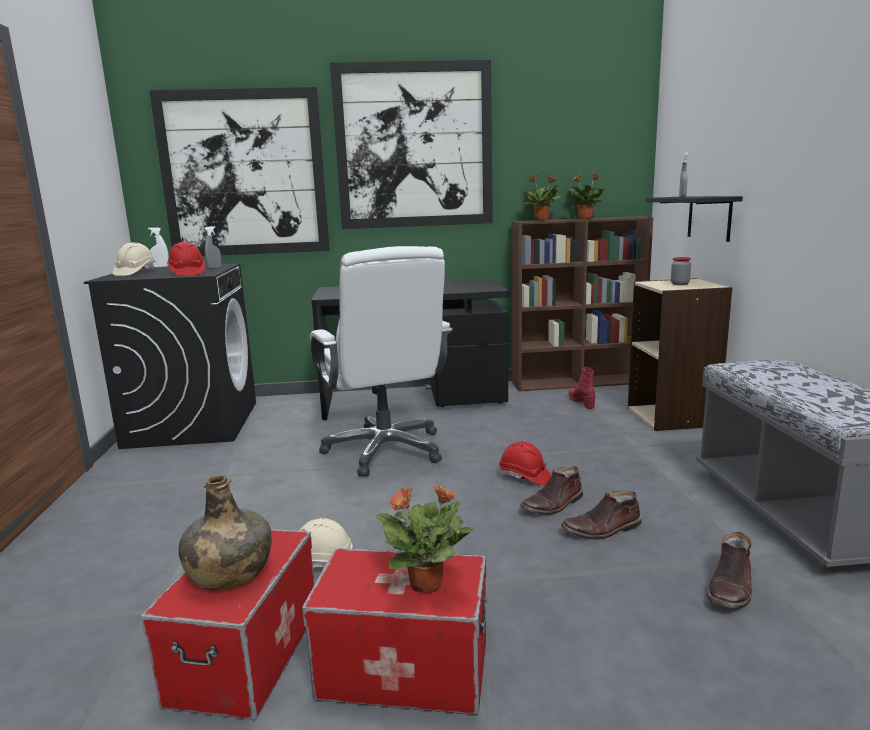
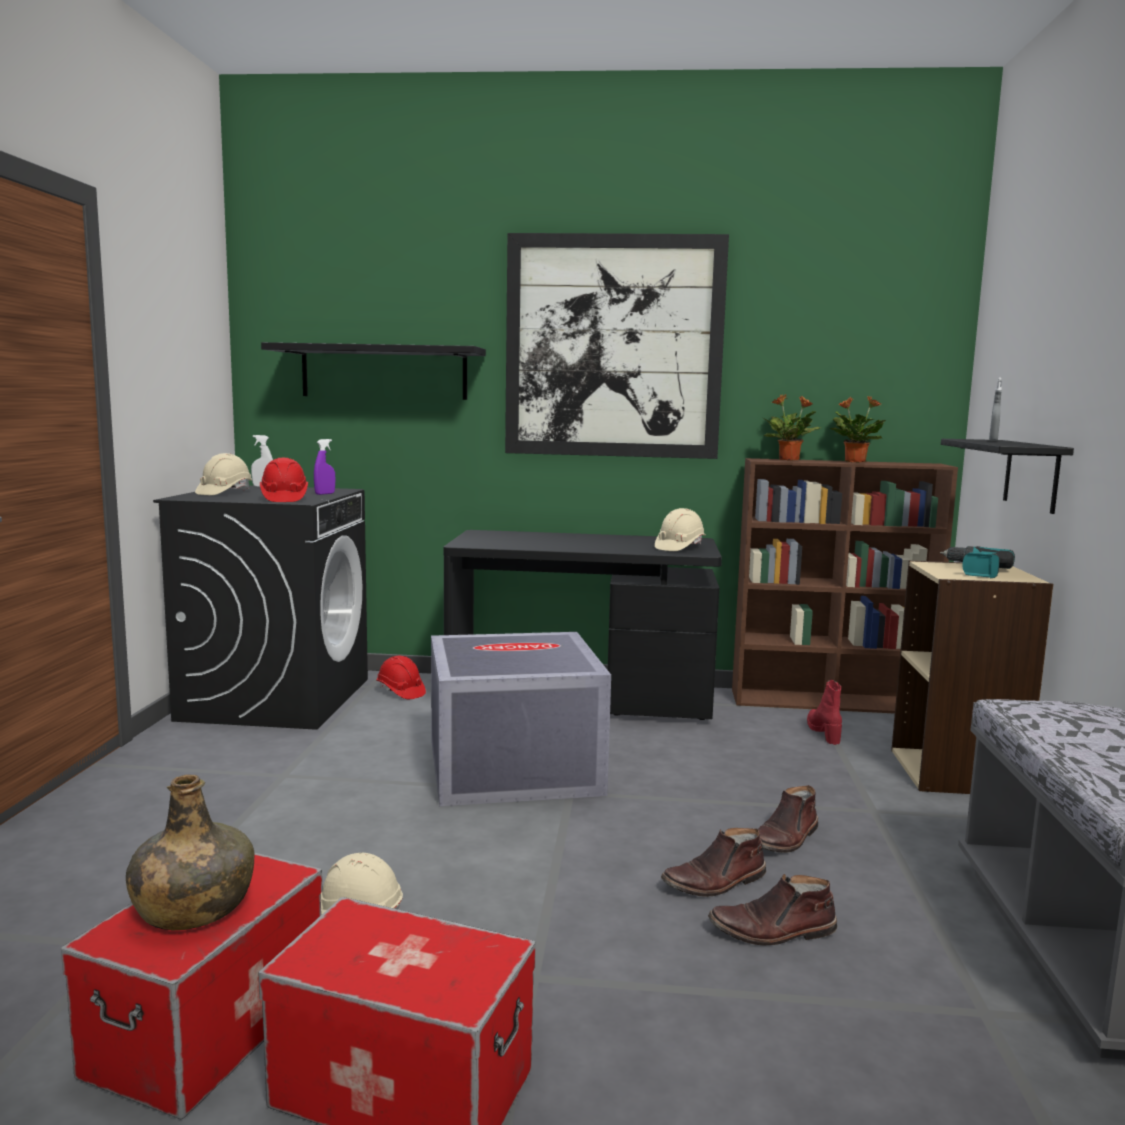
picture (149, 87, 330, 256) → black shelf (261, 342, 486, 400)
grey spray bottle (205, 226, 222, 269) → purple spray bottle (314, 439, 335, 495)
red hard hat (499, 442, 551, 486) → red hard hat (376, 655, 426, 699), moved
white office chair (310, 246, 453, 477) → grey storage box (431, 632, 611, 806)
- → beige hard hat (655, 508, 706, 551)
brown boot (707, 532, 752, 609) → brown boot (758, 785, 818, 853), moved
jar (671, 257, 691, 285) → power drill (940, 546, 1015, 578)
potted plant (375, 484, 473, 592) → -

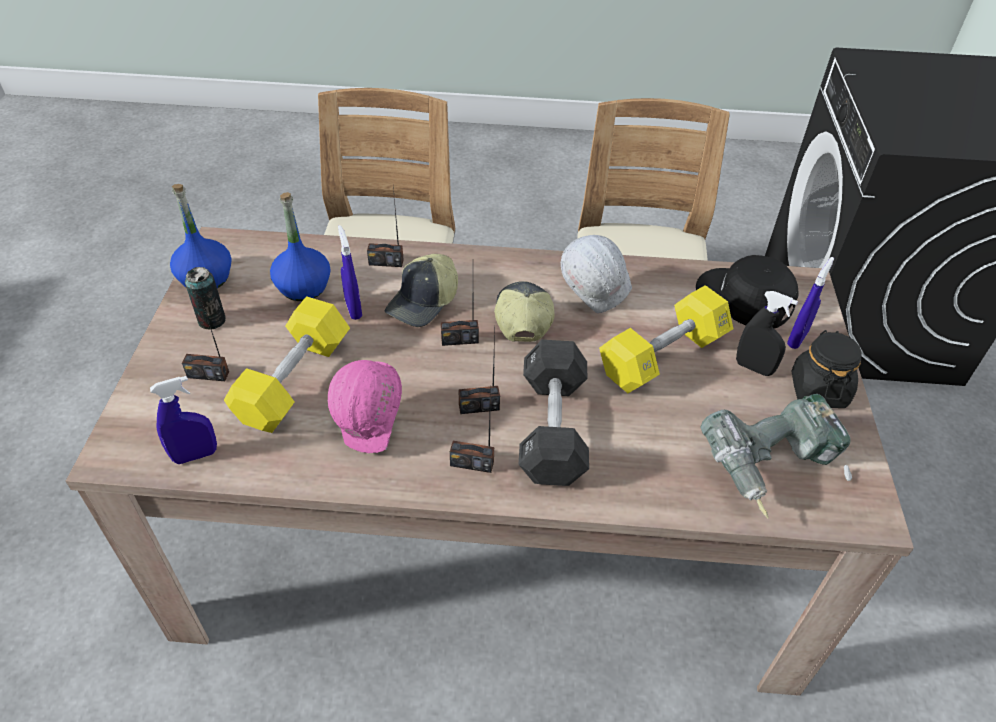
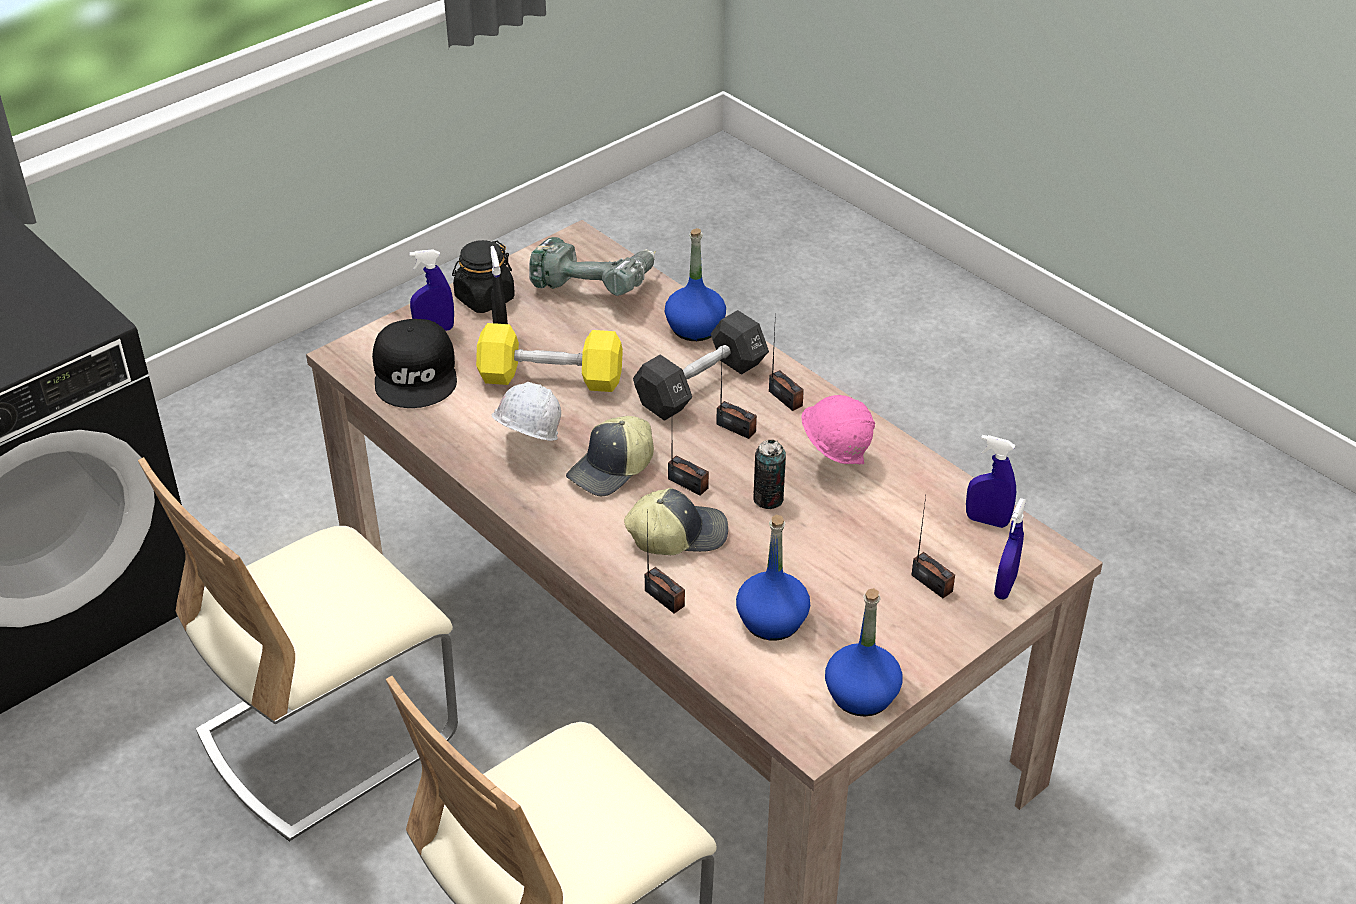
- → blue bottle (665, 228, 726, 341)
can (185, 267, 226, 330) → can (753, 439, 786, 509), moved
blue spray bottle (338, 225, 362, 320) → blue spray bottle (994, 498, 1026, 599), moved
yellow dumbbell (224, 296, 350, 433) → -

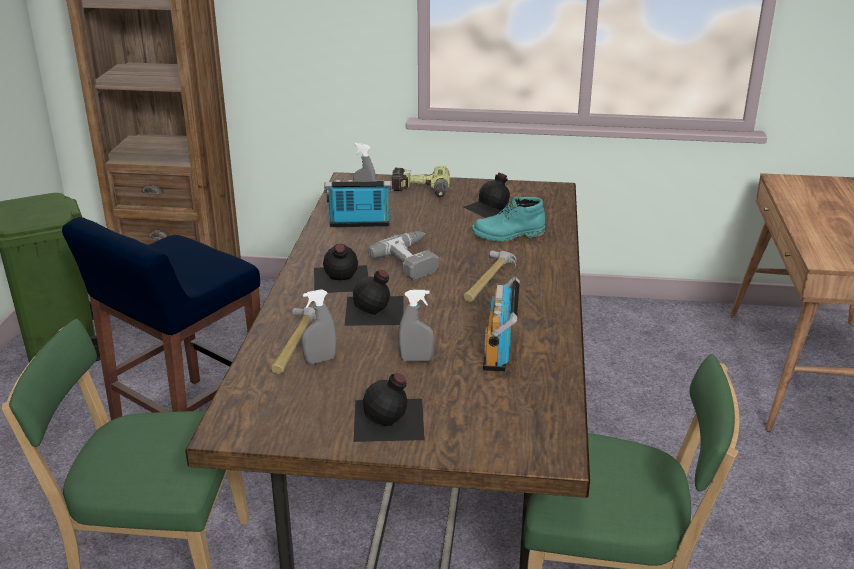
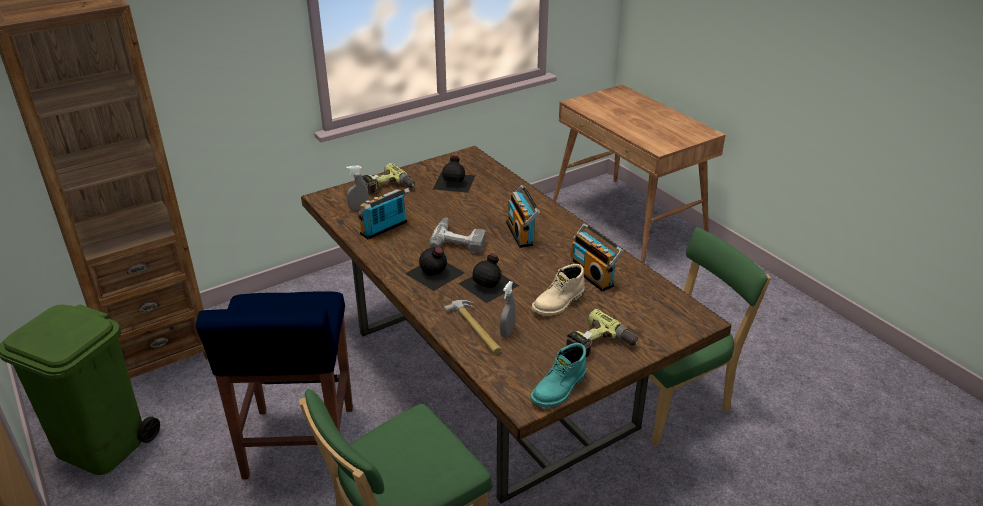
hammer (463, 251, 516, 302) → radio (506, 185, 540, 248)
turquoise boot (472, 197, 546, 241) → turquoise boot (530, 343, 586, 407), moved
grey spray bottle (398, 290, 434, 361) → beige boot (532, 264, 584, 316)
black bottle (354, 373, 425, 442) → power drill (566, 309, 638, 357)

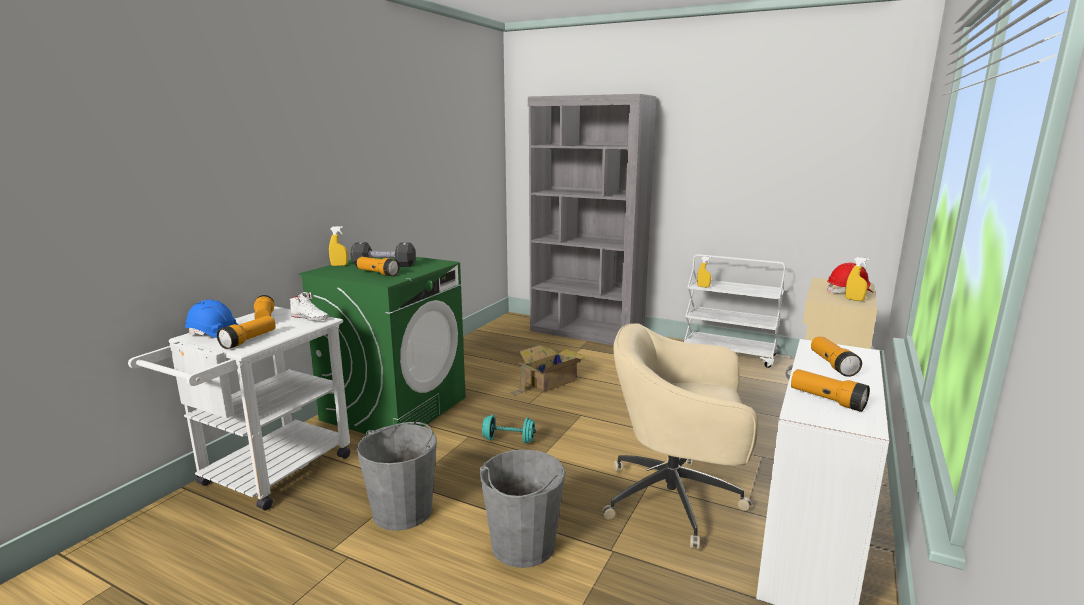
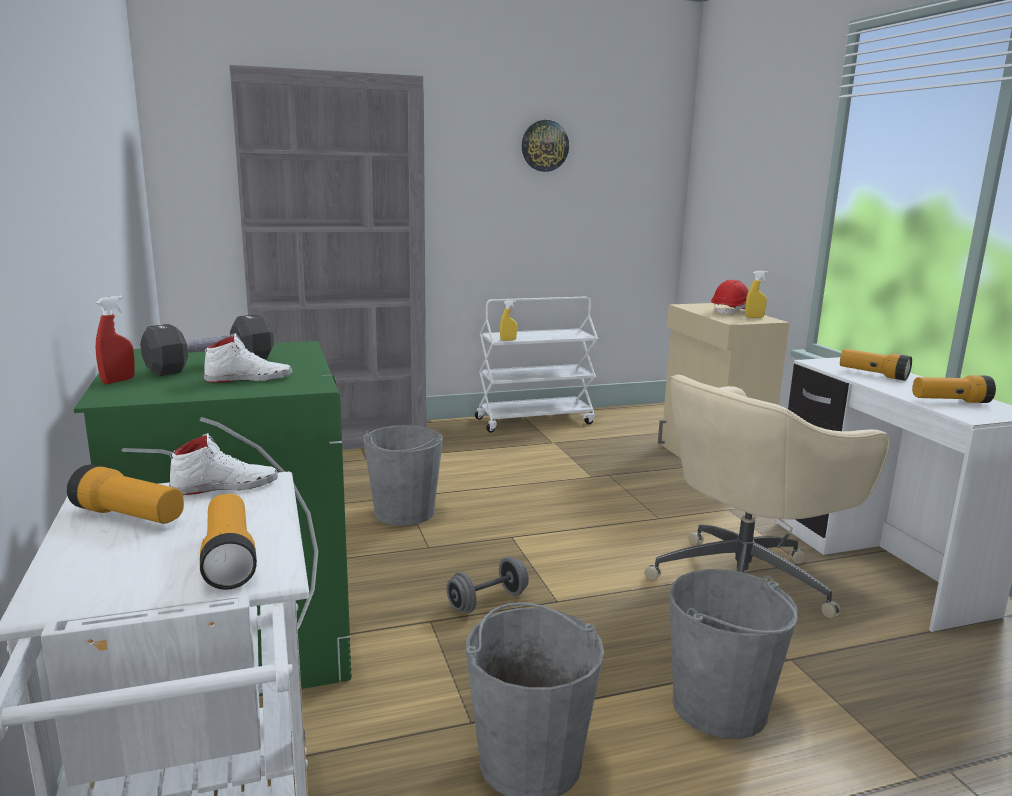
yellow spray bottle (329, 226, 348, 266) → red spray bottle (96, 296, 135, 384)
flashlight (357, 257, 400, 276) → white shoe (204, 333, 292, 383)
cardboard box (510, 345, 586, 396) → grey bucket (363, 425, 443, 526)
turquoise dumbbell (482, 415, 536, 444) → grey dumbbell (447, 557, 529, 613)
- → wall clock (522, 120, 569, 172)
blue hard hat (185, 300, 239, 338) → -

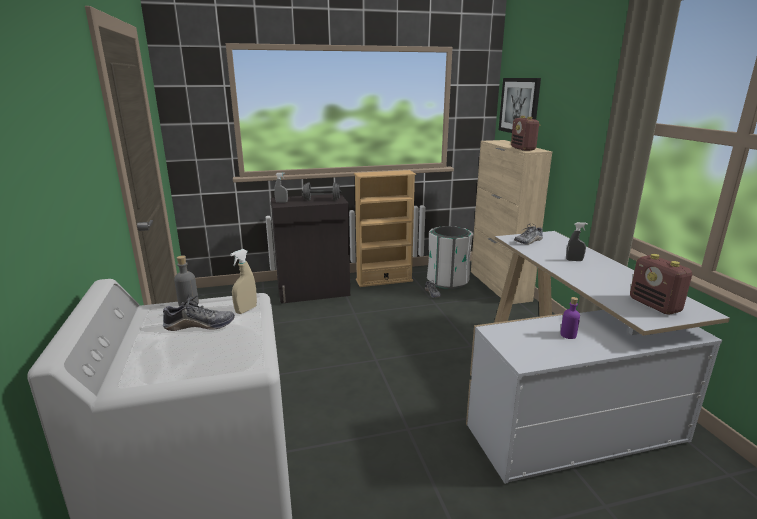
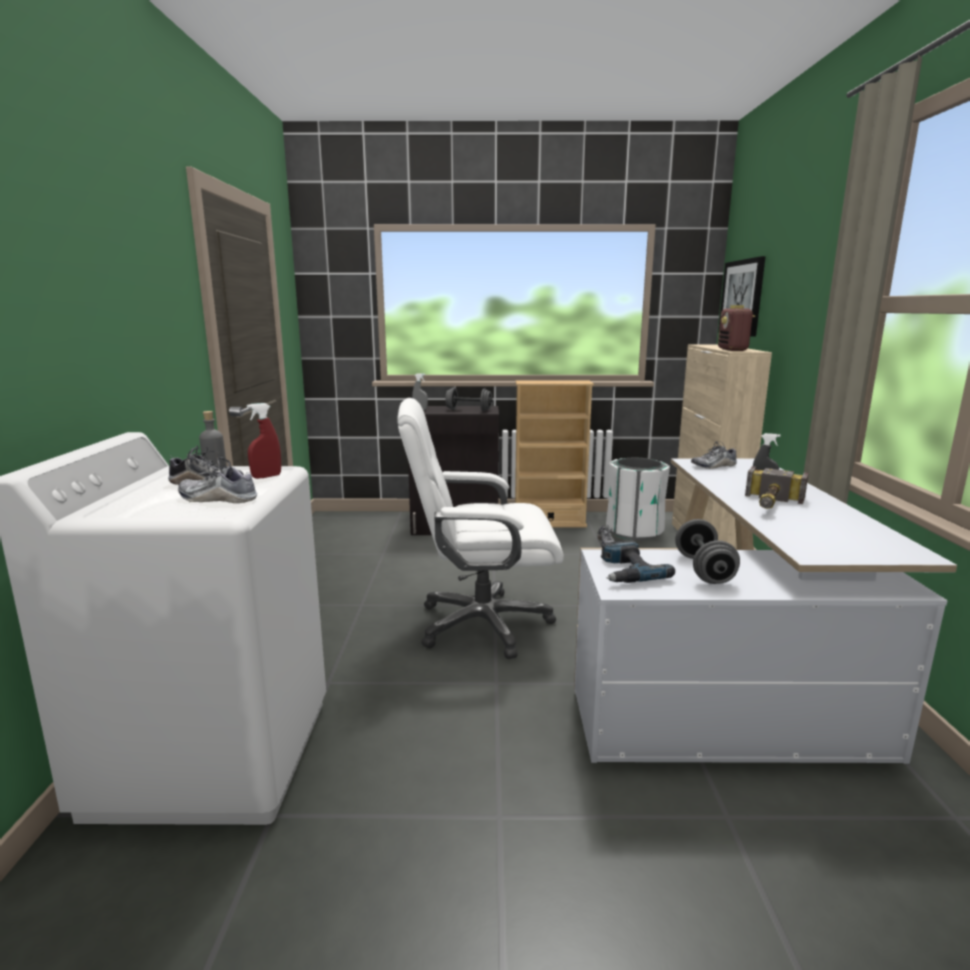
- → shoe (178, 457, 257, 503)
beige spray bottle (230, 249, 257, 314) → red spray bottle (247, 403, 281, 479)
- → white office chair (397, 398, 564, 659)
- → power drill (601, 540, 675, 583)
purple bottle (560, 297, 580, 339) → grey dumbbell (675, 519, 740, 584)
- → hammer (745, 466, 809, 509)
radio (630, 254, 692, 315) → -

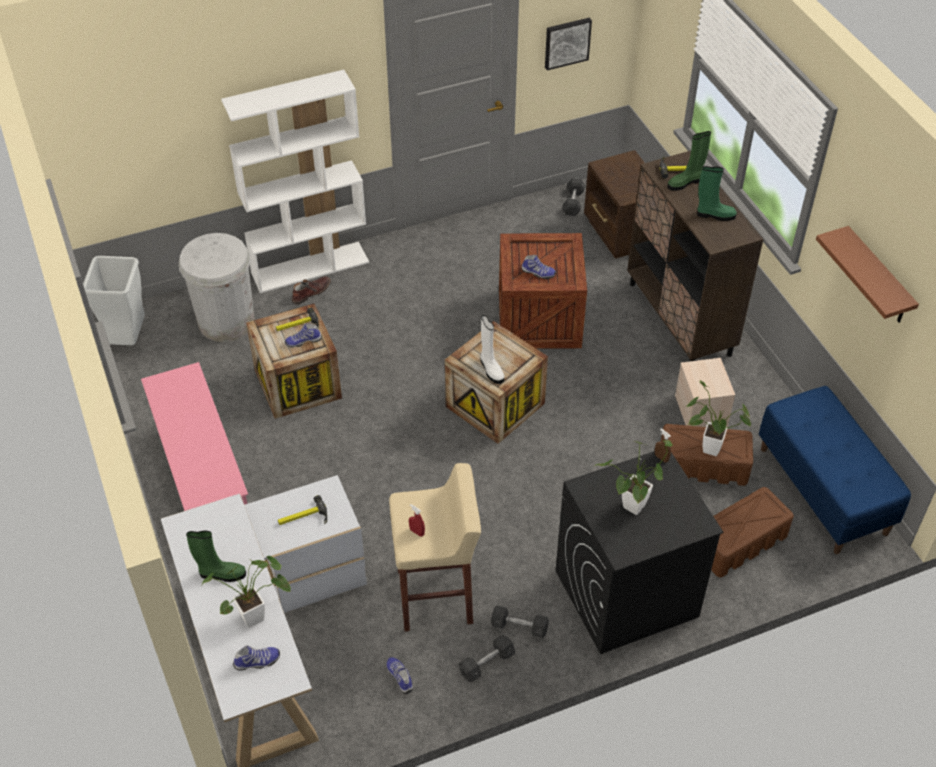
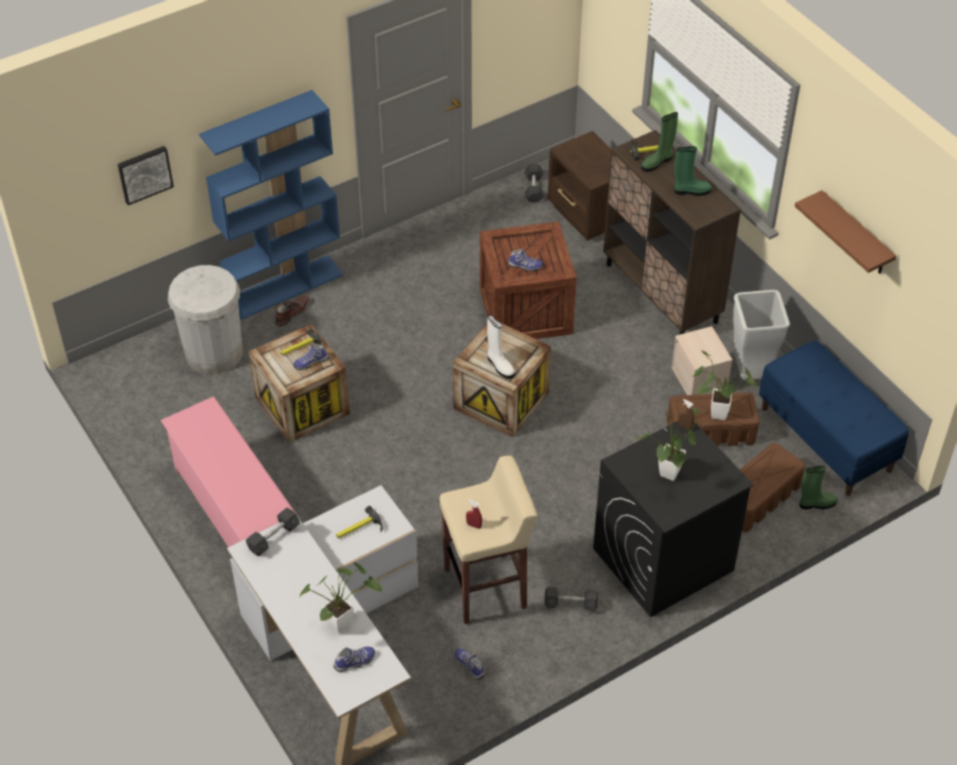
picture (545, 18, 592, 70) → picture (118, 146, 174, 205), moved
white bookcase (221, 70, 369, 293) → blue bookcase (199, 90, 343, 320)
grey dumbbell (459, 635, 515, 682) → grey dumbbell (246, 508, 300, 556), moved
grey trash can (83, 256, 145, 345) → grey trash can (733, 290, 790, 380), moved
green boot (186, 531, 246, 582) → green boot (800, 466, 838, 509), moved

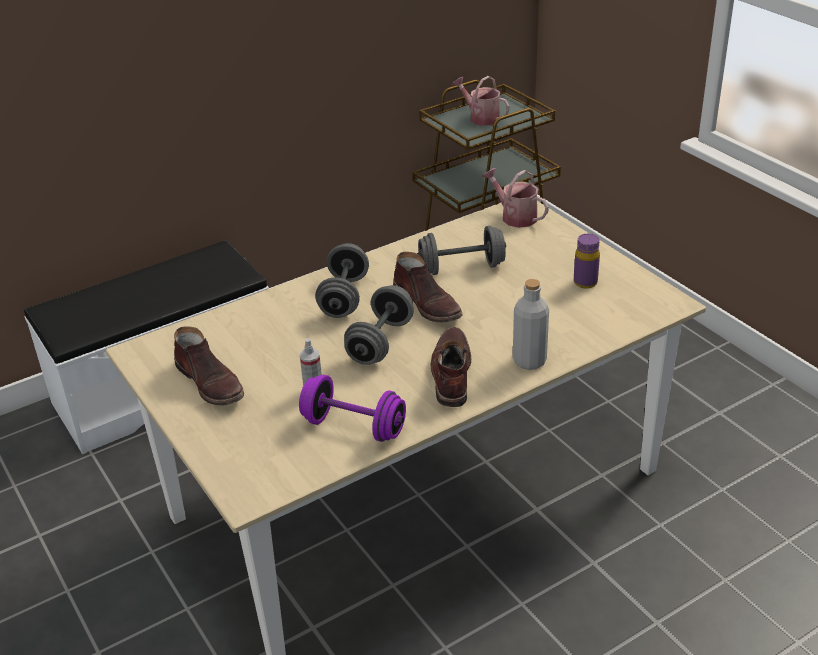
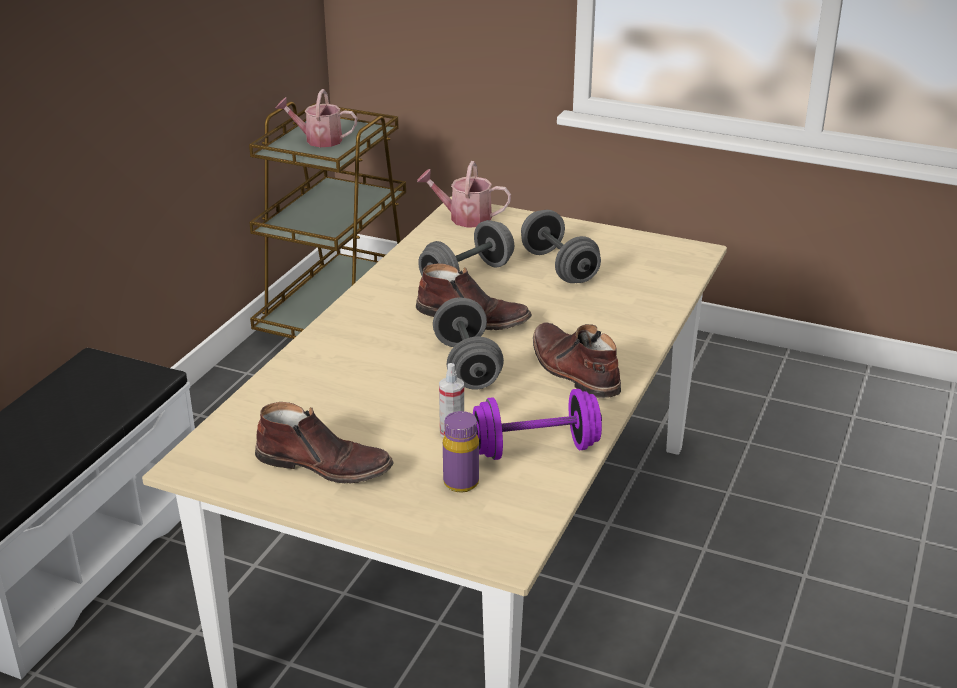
purple bottle (574, 234, 600, 289) → purple bottle (443, 411, 479, 492), moved
grey dumbbell (315, 243, 369, 318) → grey dumbbell (521, 210, 601, 283), moved
grey bottle (513, 279, 549, 370) → -

